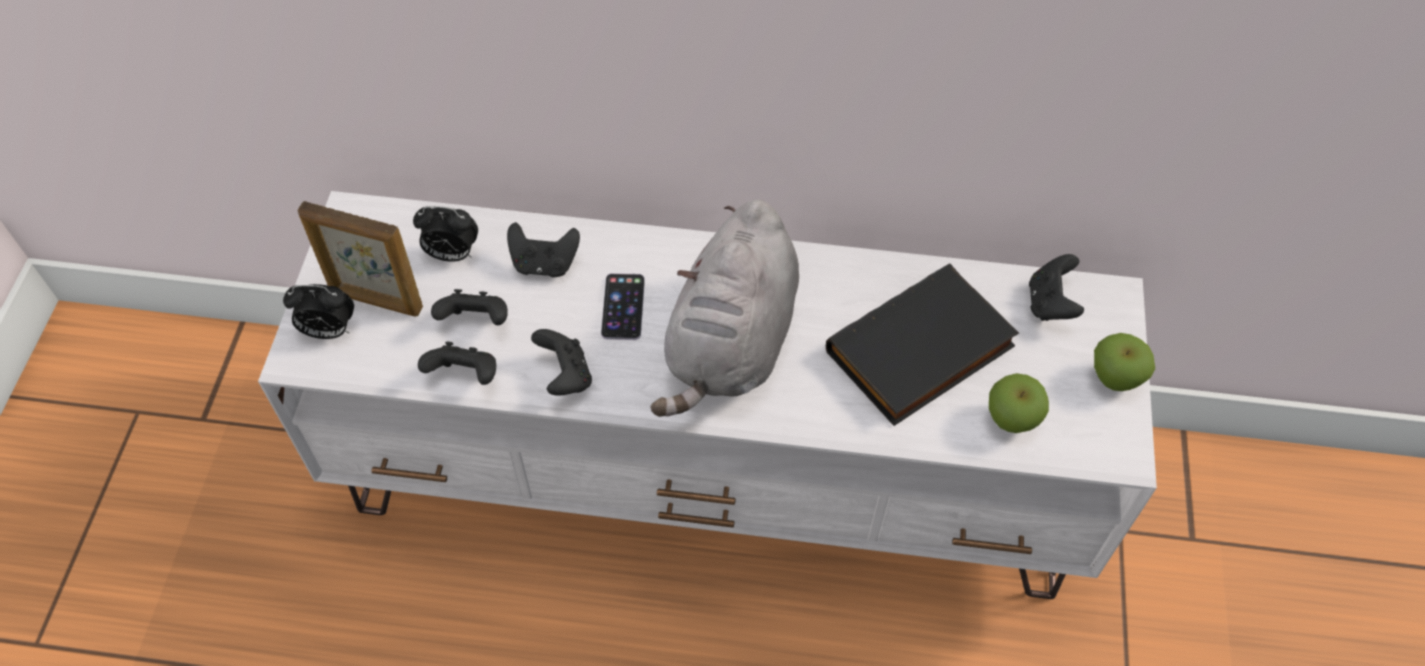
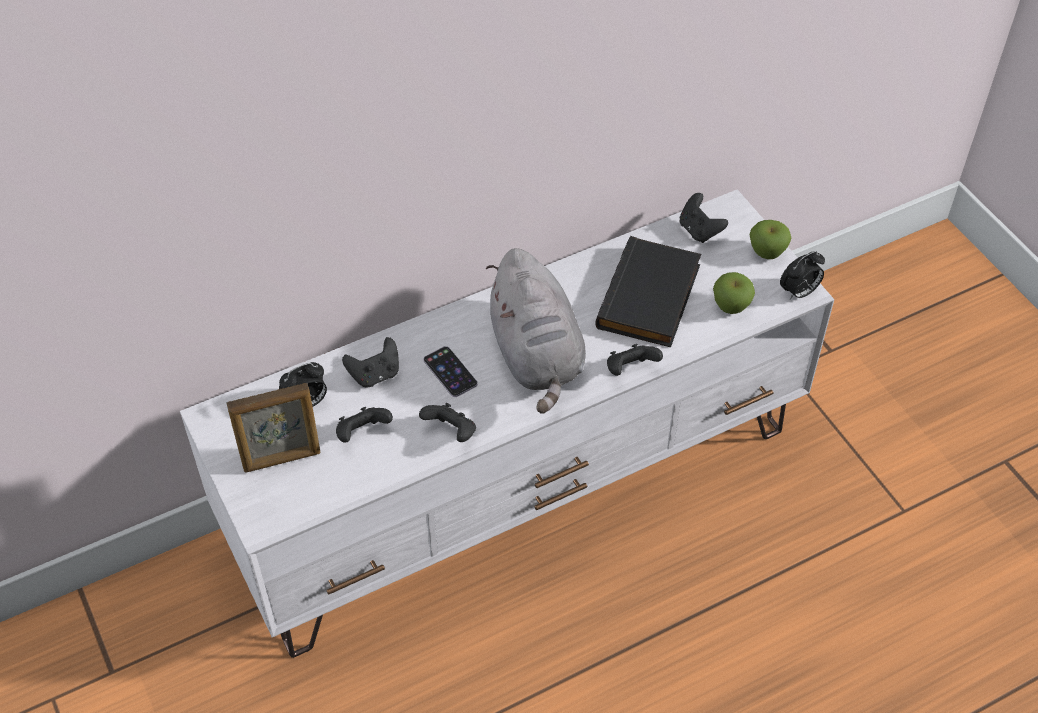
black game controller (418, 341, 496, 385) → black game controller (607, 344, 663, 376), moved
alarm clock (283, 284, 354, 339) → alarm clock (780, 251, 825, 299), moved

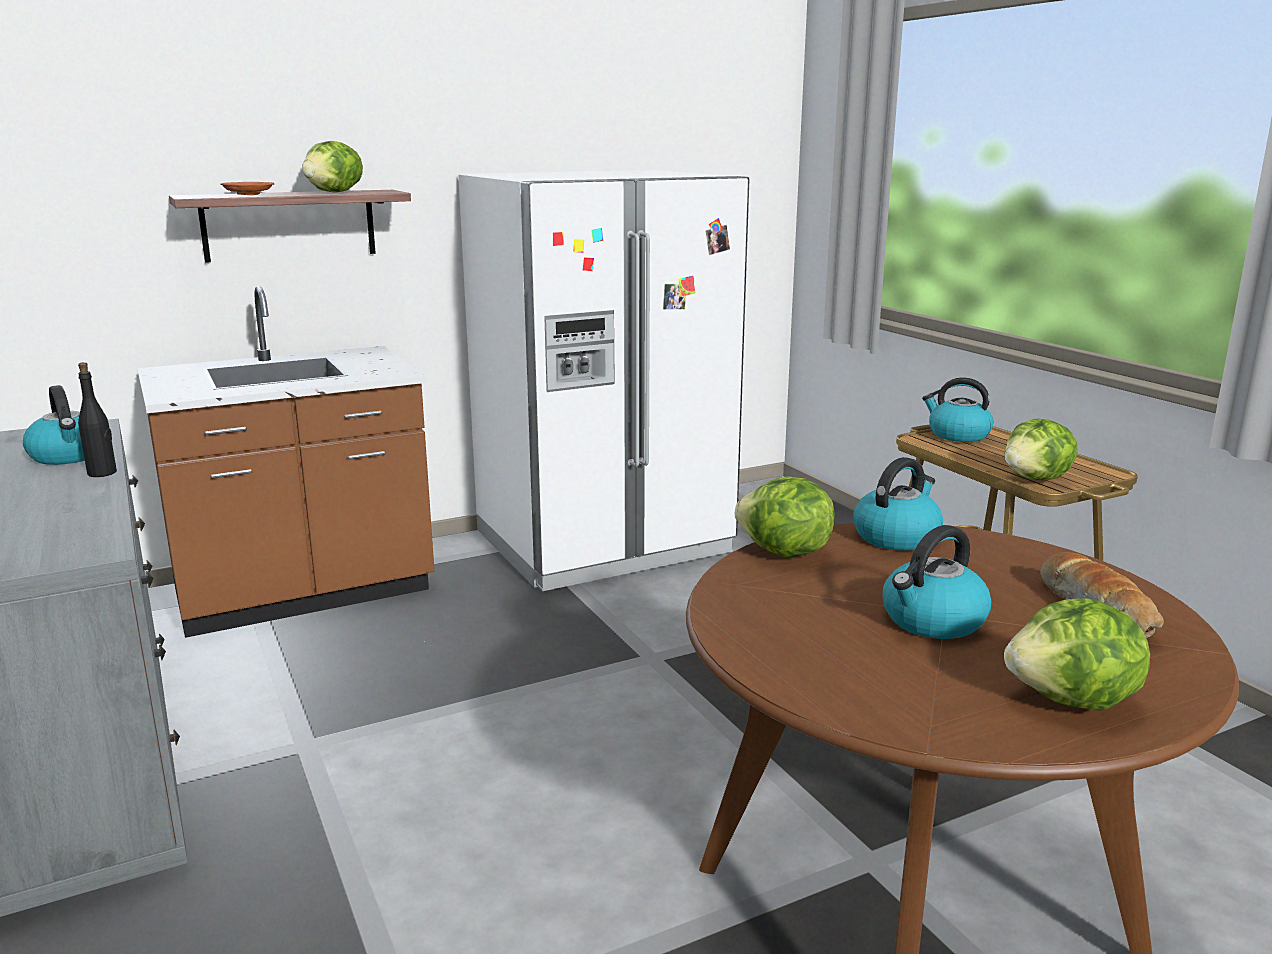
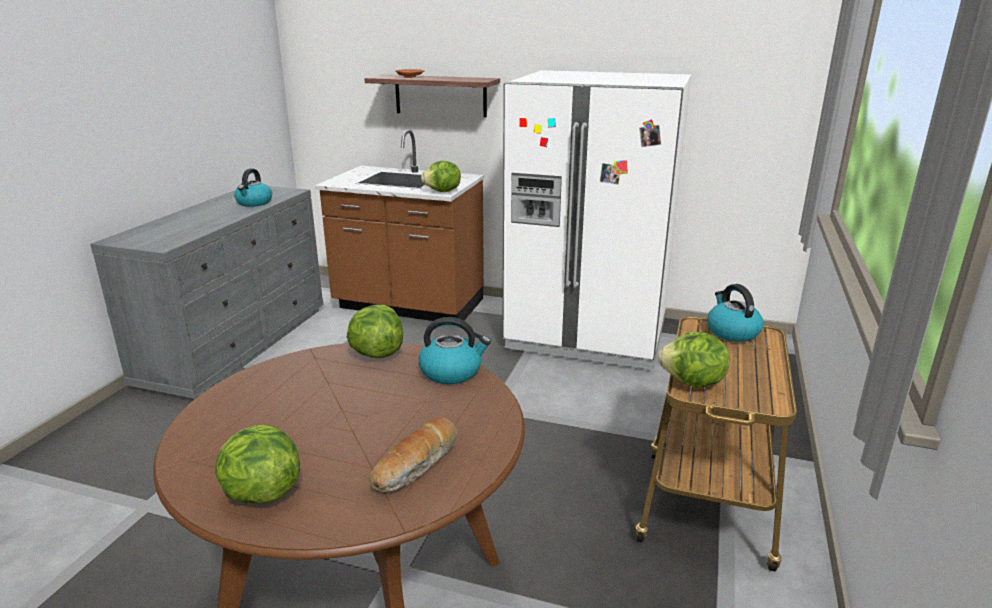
lettuce (302, 141, 363, 193) → lettuce (421, 161, 461, 192), moved
black bottle (78, 362, 117, 477) → -
kettle (883, 525, 992, 639) → -

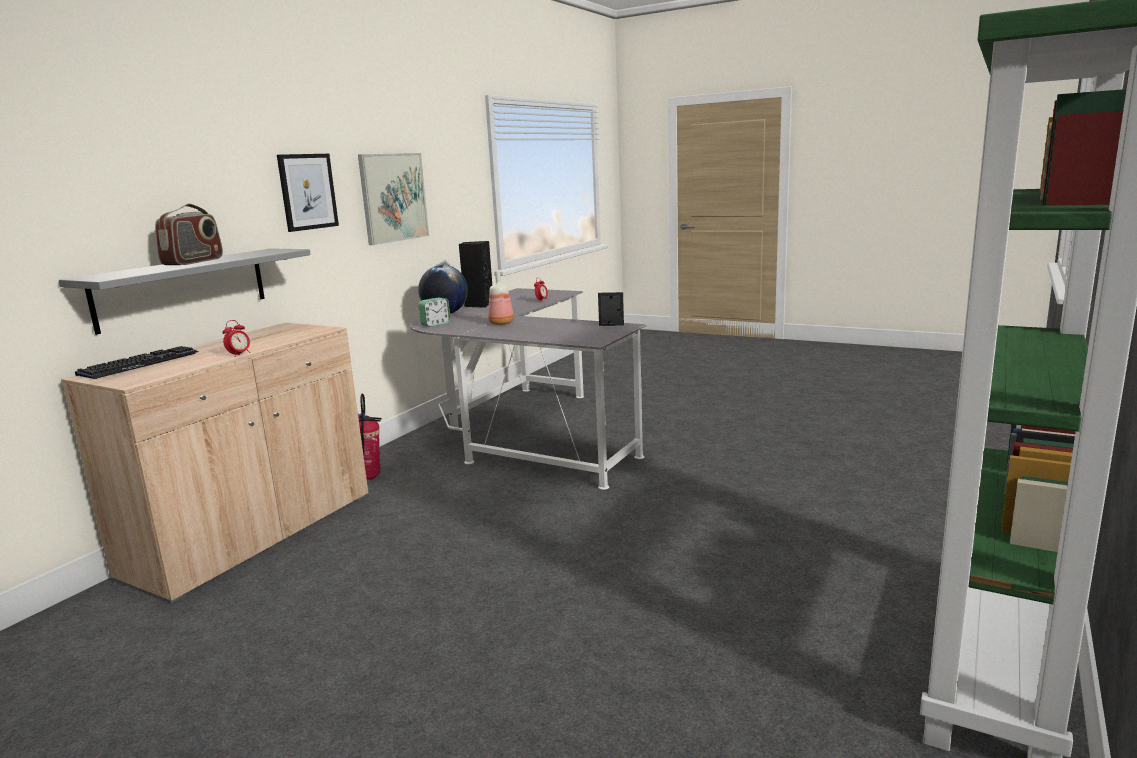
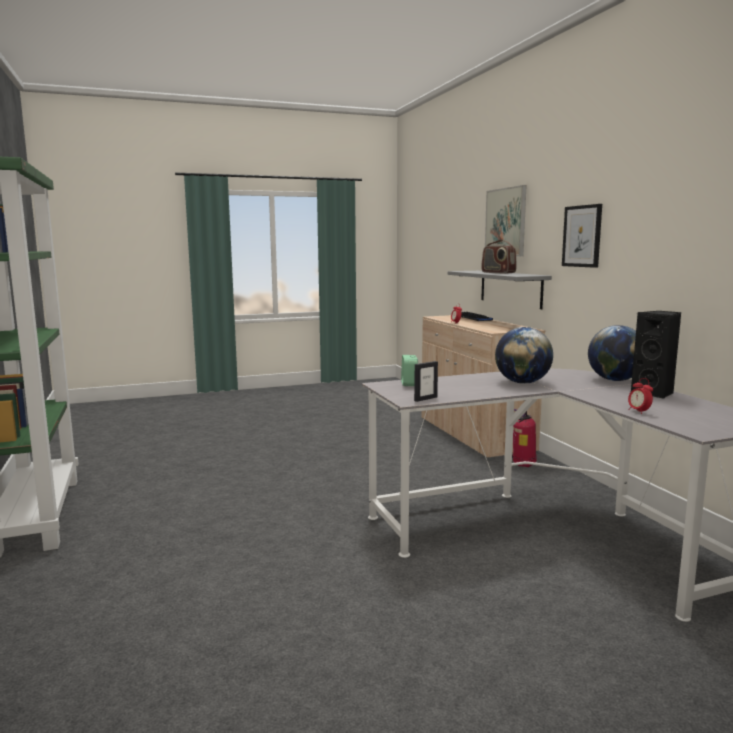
alarm clock (418, 298, 451, 327) → alarm clock (401, 355, 418, 386), moved
picture (358, 153, 429, 245) → picture (485, 185, 527, 256), moved
bottle (488, 271, 514, 325) → globe (495, 327, 553, 384)

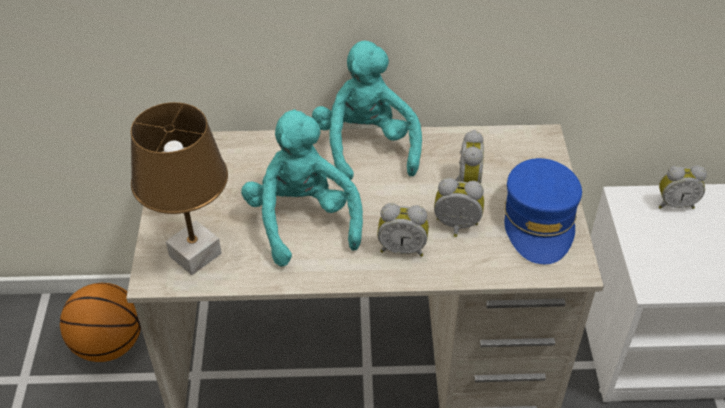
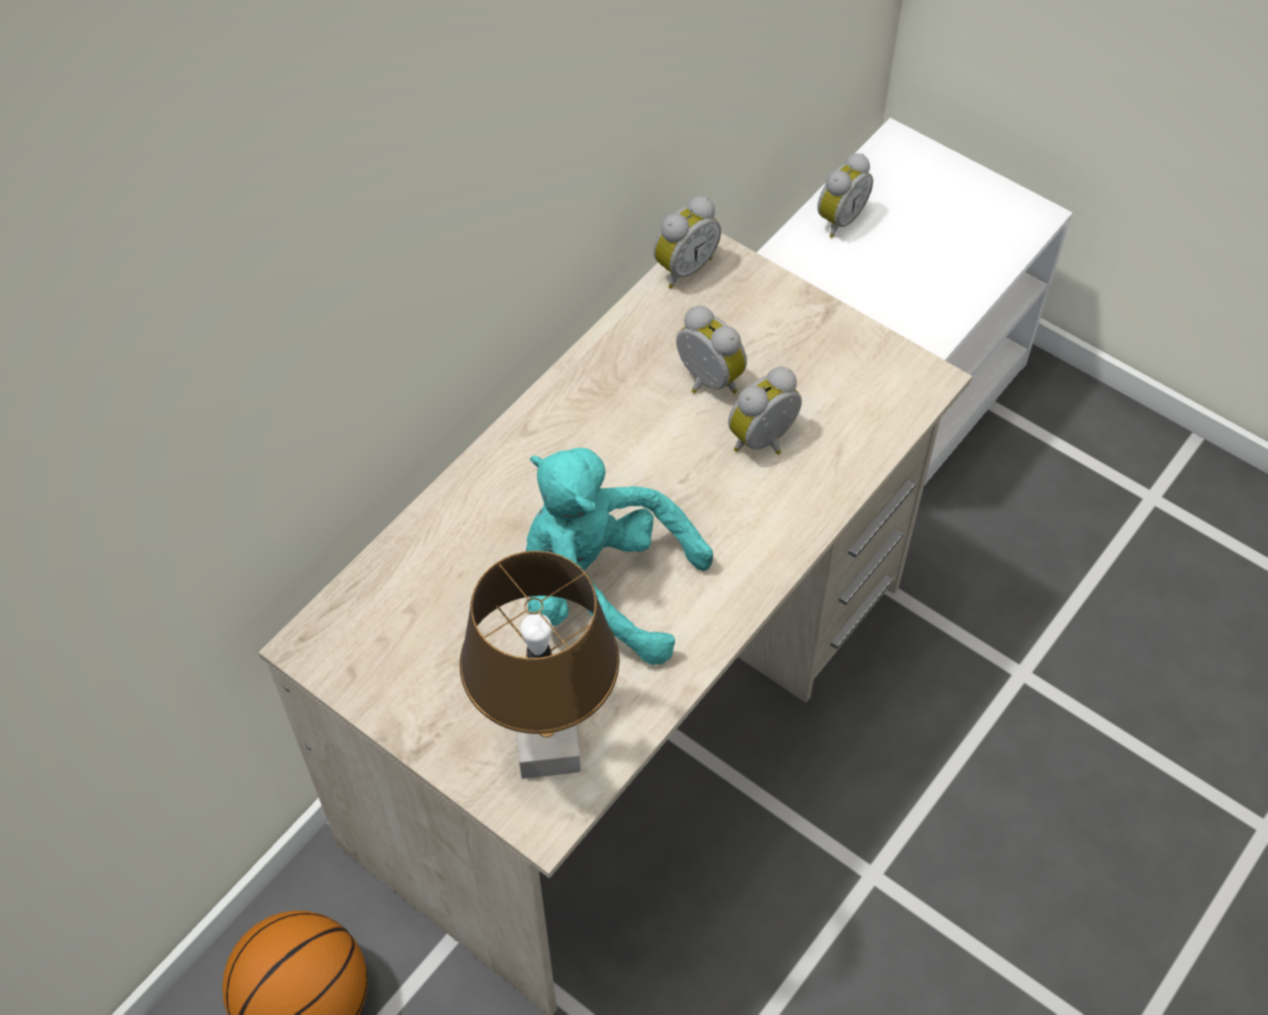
alarm clock (377, 203, 429, 257) → alarm clock (653, 196, 721, 288), moved
turquoise plush toy (312, 41, 422, 180) → -
blue cap (504, 158, 582, 264) → -

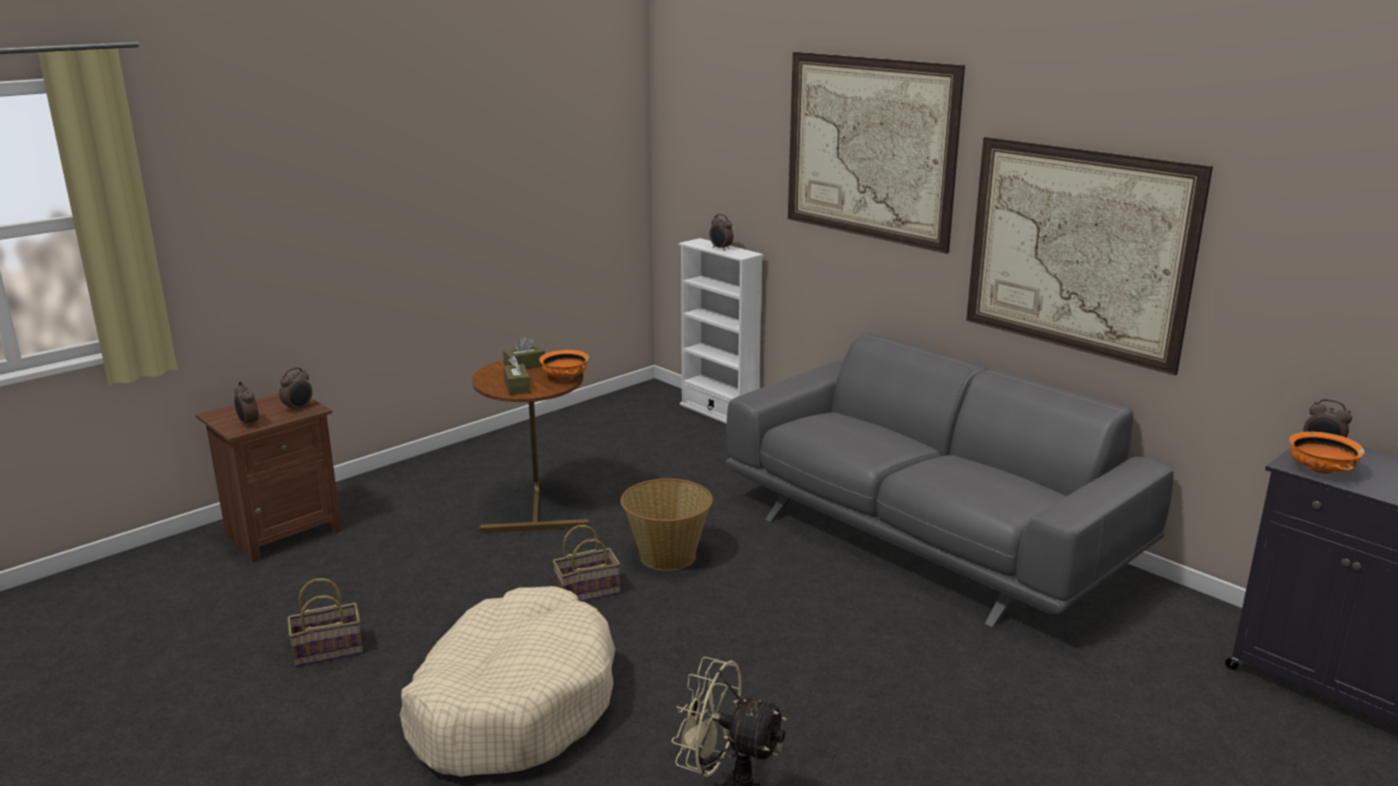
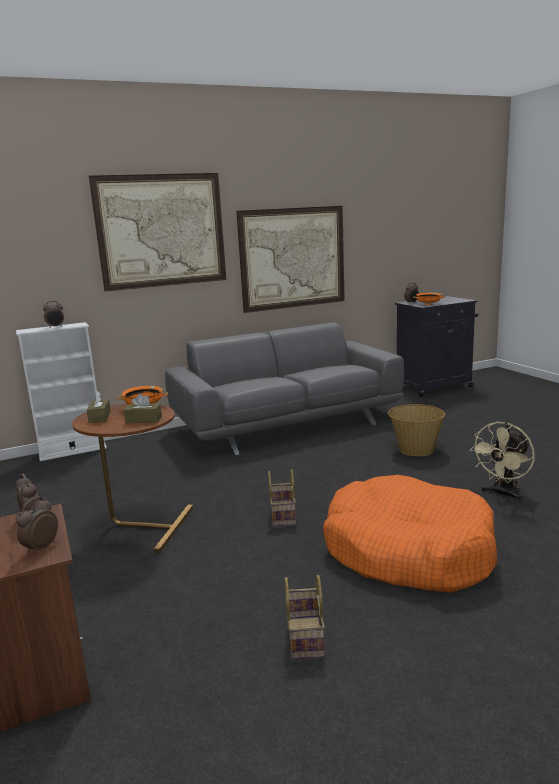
alarm clock (234, 381, 259, 428) → alarm clock (16, 496, 58, 554), 135 degrees clockwise
beige dog bed (400, 586, 615, 777) → orange dog bed (323, 475, 497, 593)
basket (621, 479, 713, 571) → basket (388, 404, 445, 456), moved

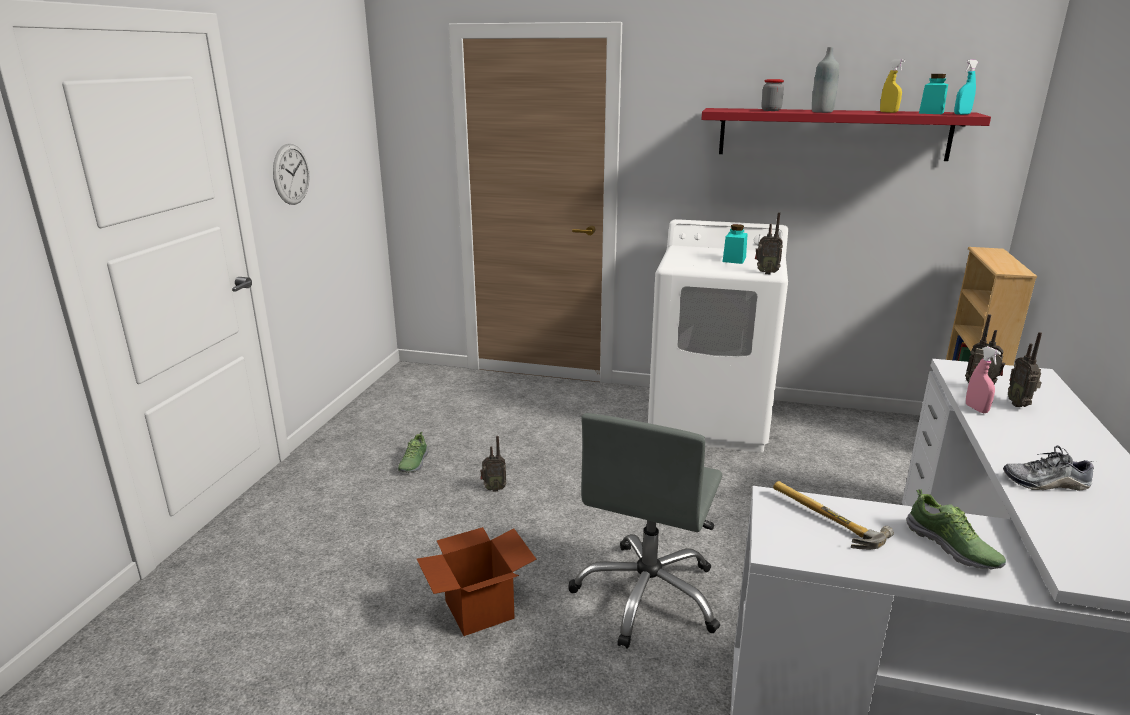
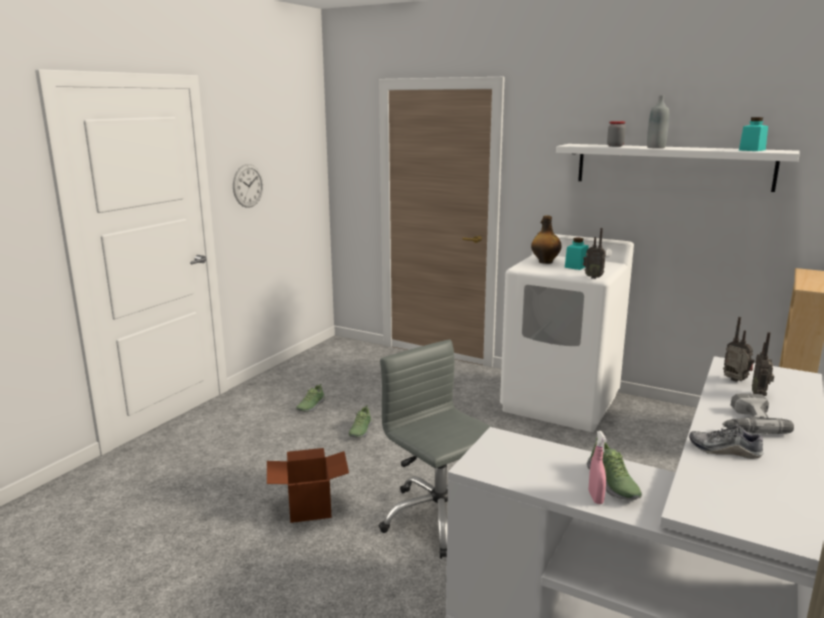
radio (480, 436, 506, 492) → shoe (348, 405, 372, 438)
grey office chair (568, 413, 722, 649) → grey office chair (379, 339, 494, 559), 105 degrees clockwise
- → bottle (531, 215, 562, 264)
red shelf (701, 108, 991, 161) → white shelf (556, 144, 800, 192)
pink spray bottle (966, 346, 1001, 413) → pink spray bottle (589, 431, 607, 504), moved
- → power drill (722, 394, 794, 434)
hammer (773, 481, 894, 550) → -
yellow spray bottle (880, 59, 905, 113) → -
turquoise spray bottle (954, 60, 978, 115) → -

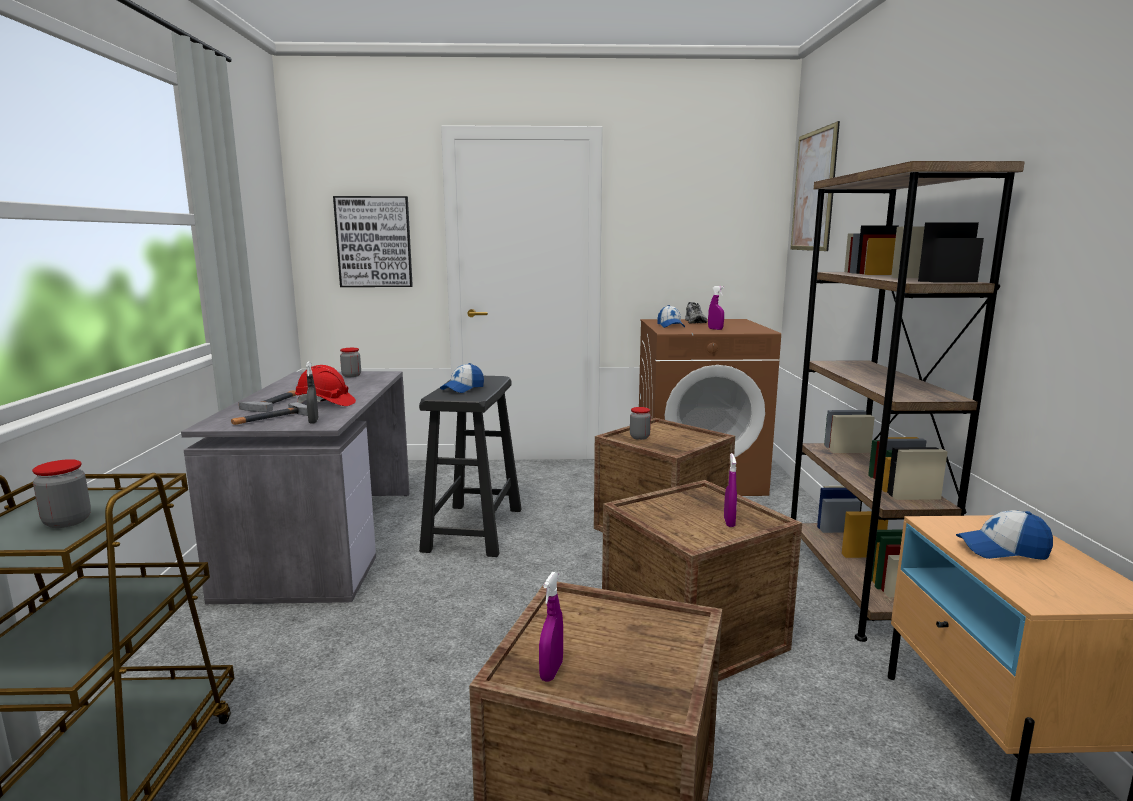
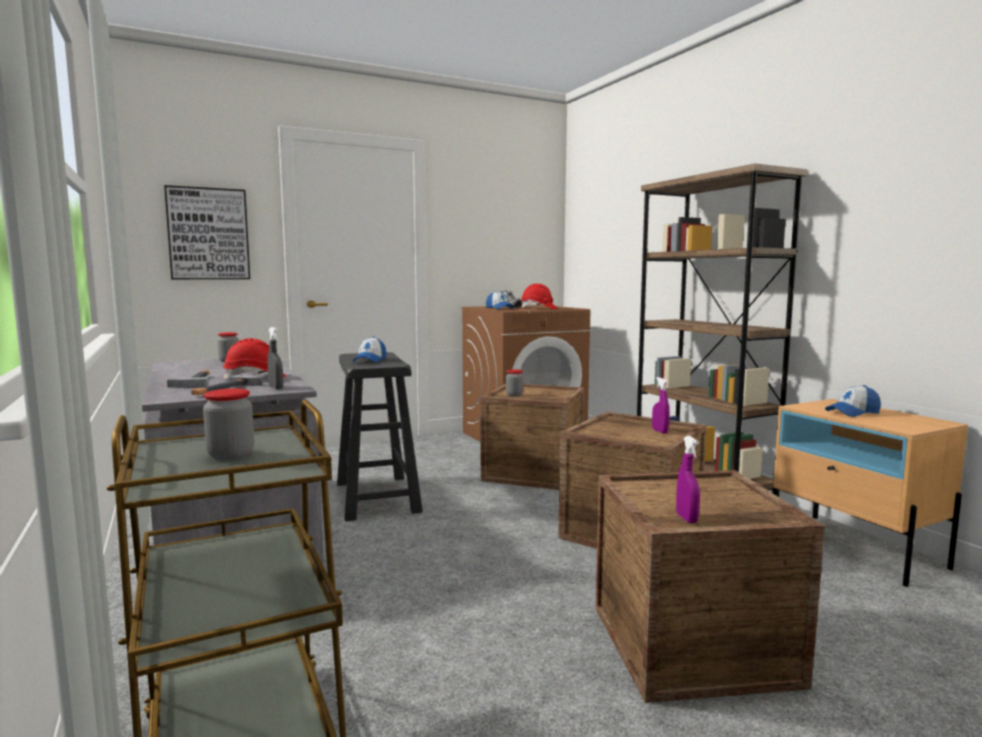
purple spray bottle (708, 286, 724, 330) → red hard hat (521, 283, 557, 309)
picture (791, 121, 840, 251) → -

